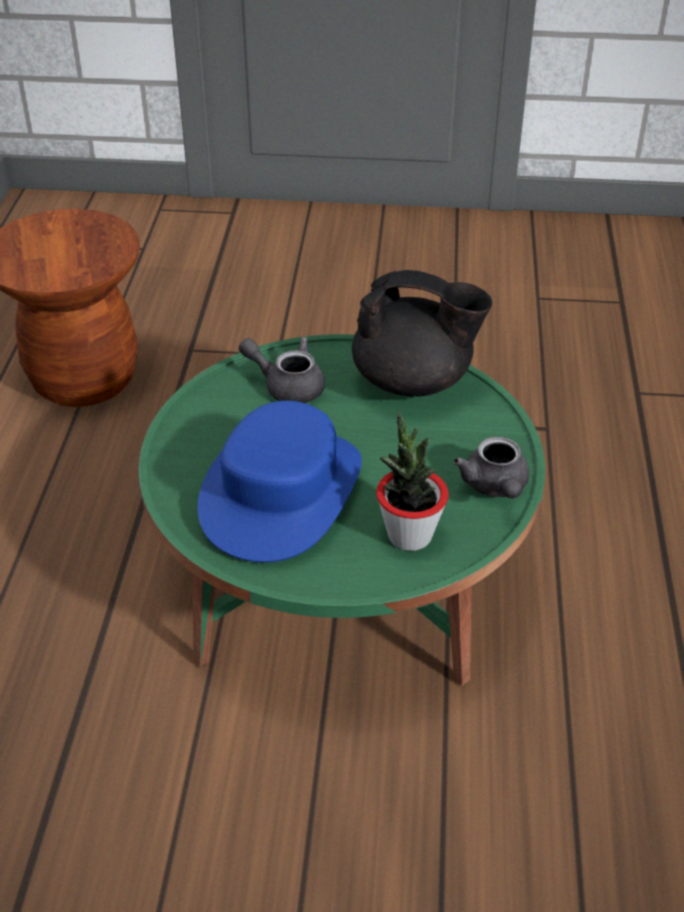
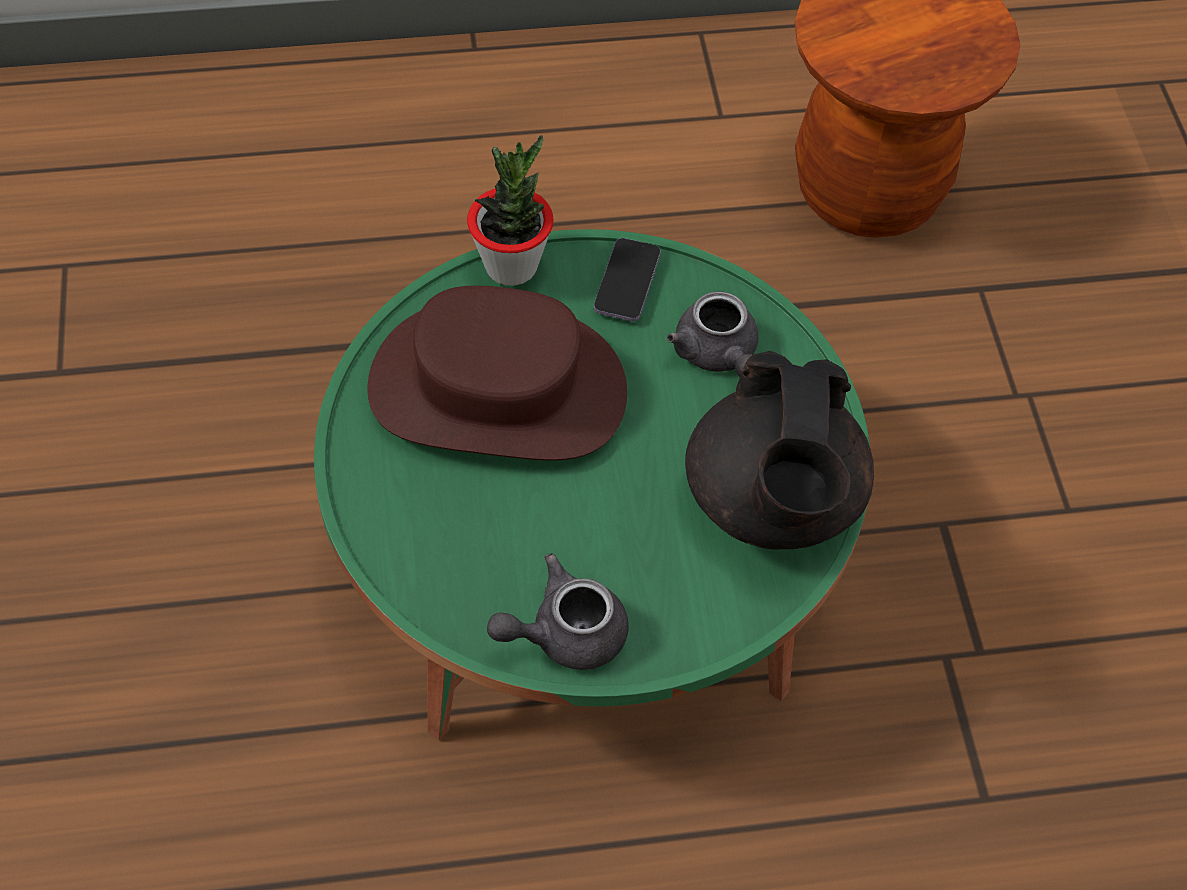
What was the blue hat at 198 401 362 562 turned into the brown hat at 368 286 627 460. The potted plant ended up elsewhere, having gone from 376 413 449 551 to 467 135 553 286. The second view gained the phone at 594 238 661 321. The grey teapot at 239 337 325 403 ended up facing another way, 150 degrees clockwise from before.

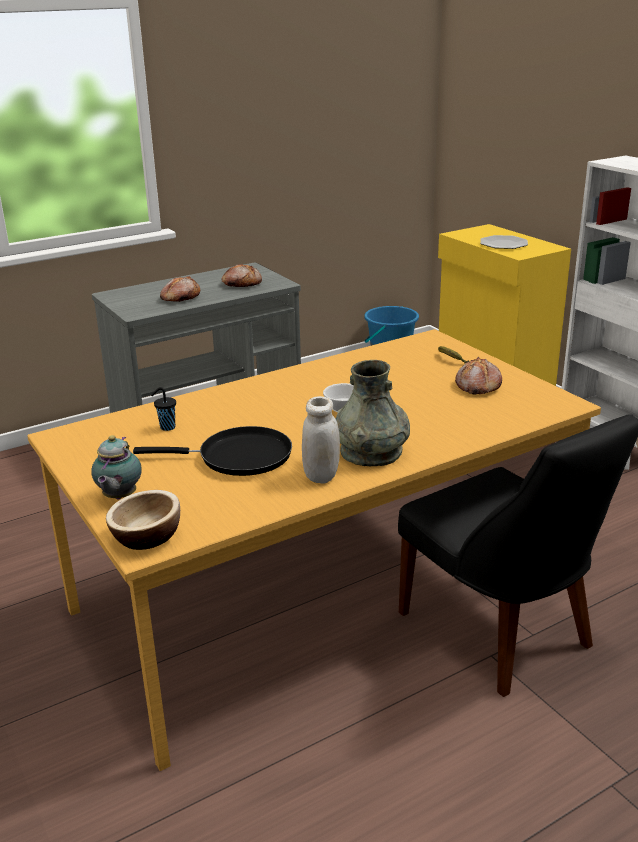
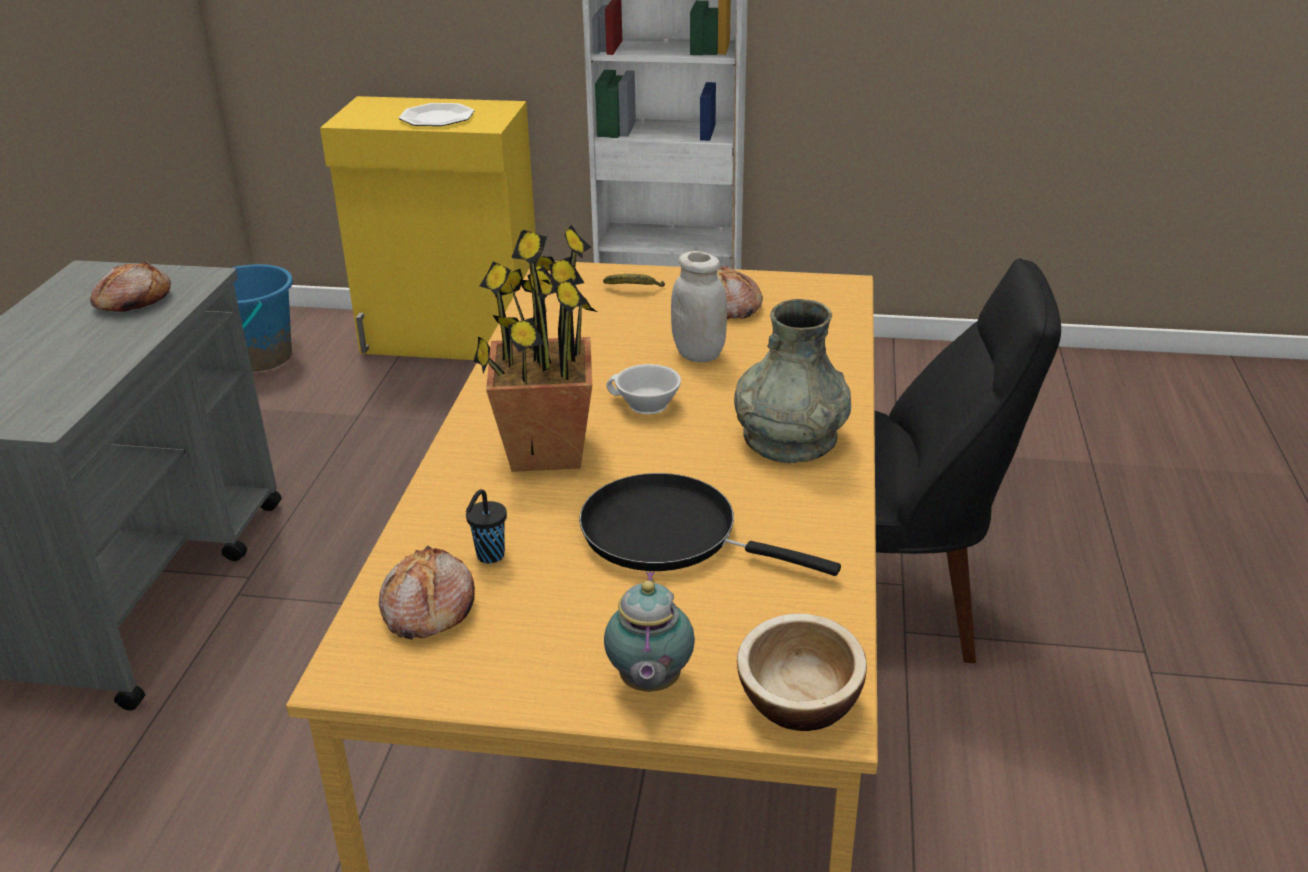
The bread ended up elsewhere, having gone from 160 276 200 302 to 379 545 475 640. The second view gained the potted plant at 473 225 597 472. The black frying pan at 133 426 292 476 ended up facing another way, 105 degrees counterclockwise from before. The teapot at 91 435 142 500 ended up facing another way, 45 degrees clockwise from before. The white jar ended up elsewhere, having gone from 302 396 340 483 to 671 251 727 362.

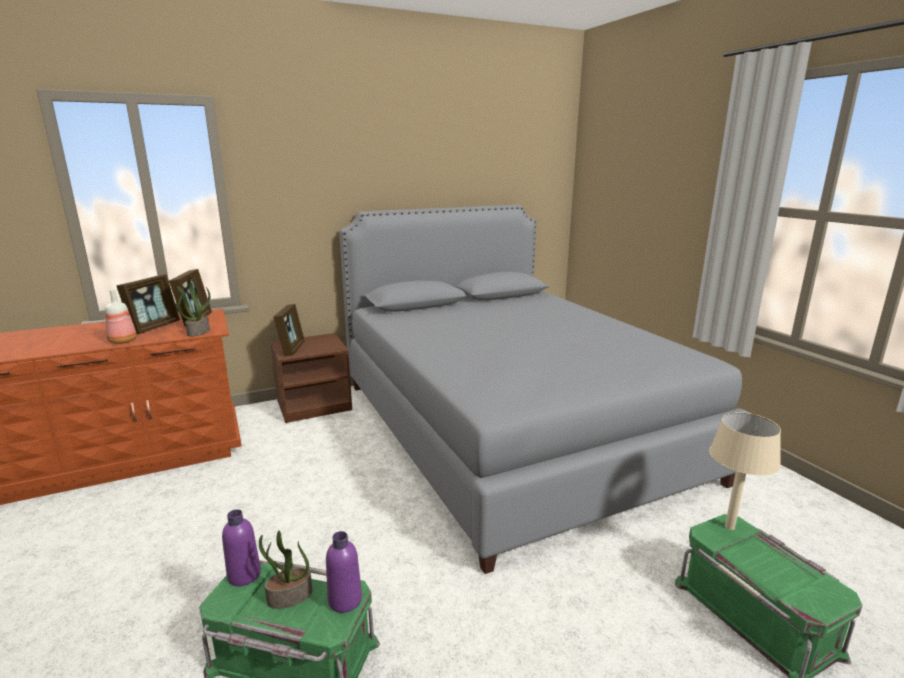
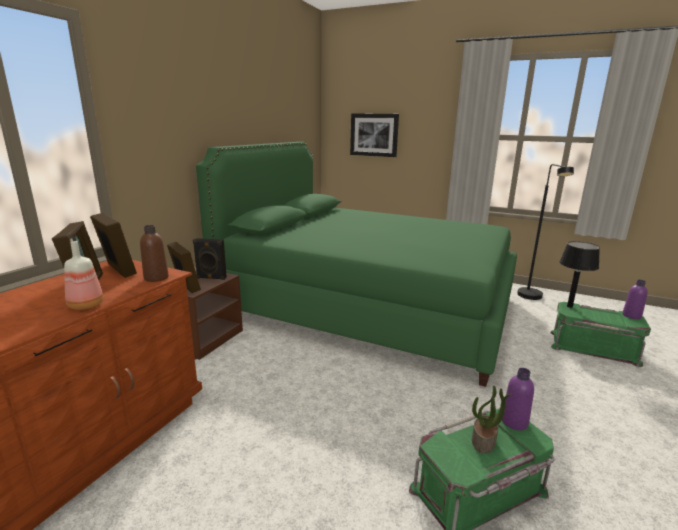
Where the potted plant stood at 177 282 210 337, the brown bottle came to stand at 140 225 169 282. The second view gained the black speaker at 193 238 227 280. What was the grey bed at 339 205 752 574 turned into the green bed at 196 142 517 387. The second view gained the picture at 350 113 399 157. The second view gained the black floor lamp at 517 164 574 300. What was the beige table lamp at 709 412 781 530 turned into the black table lamp at 560 241 600 308. The purple bottle ended up elsewhere, having gone from 222 509 261 586 to 623 280 648 319.

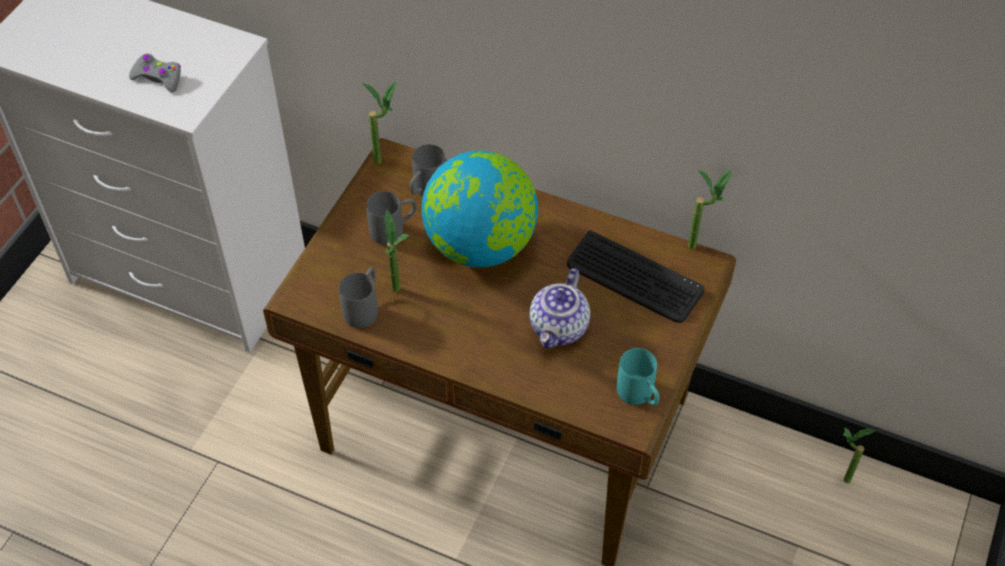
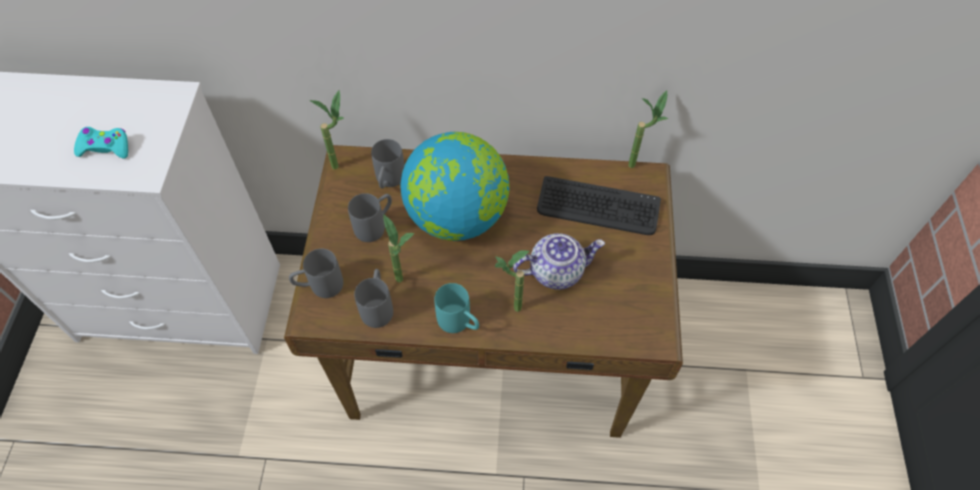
What was the grey game controller at 129 54 181 93 turned into the turquoise game controller at 74 127 128 159. The second view gained the grey mug at 289 249 343 298. The turquoise mug ended up elsewhere, having gone from 617 348 659 405 to 434 283 479 333. The potted plant ended up elsewhere, having gone from 843 427 875 483 to 495 250 529 312. The teapot at 530 268 590 348 ended up facing another way, 105 degrees counterclockwise from before.

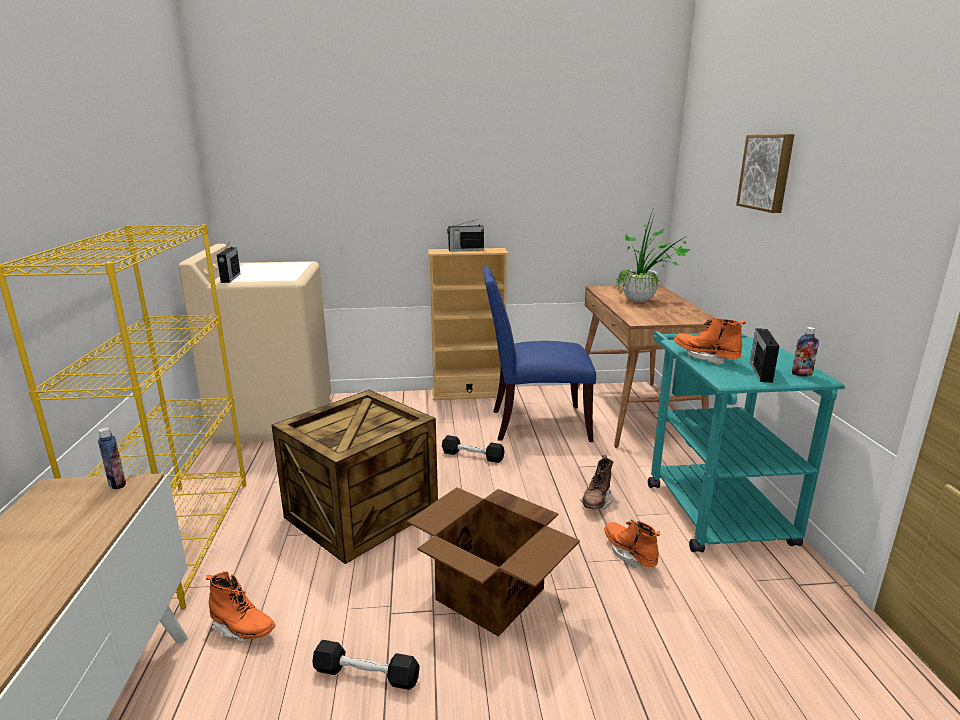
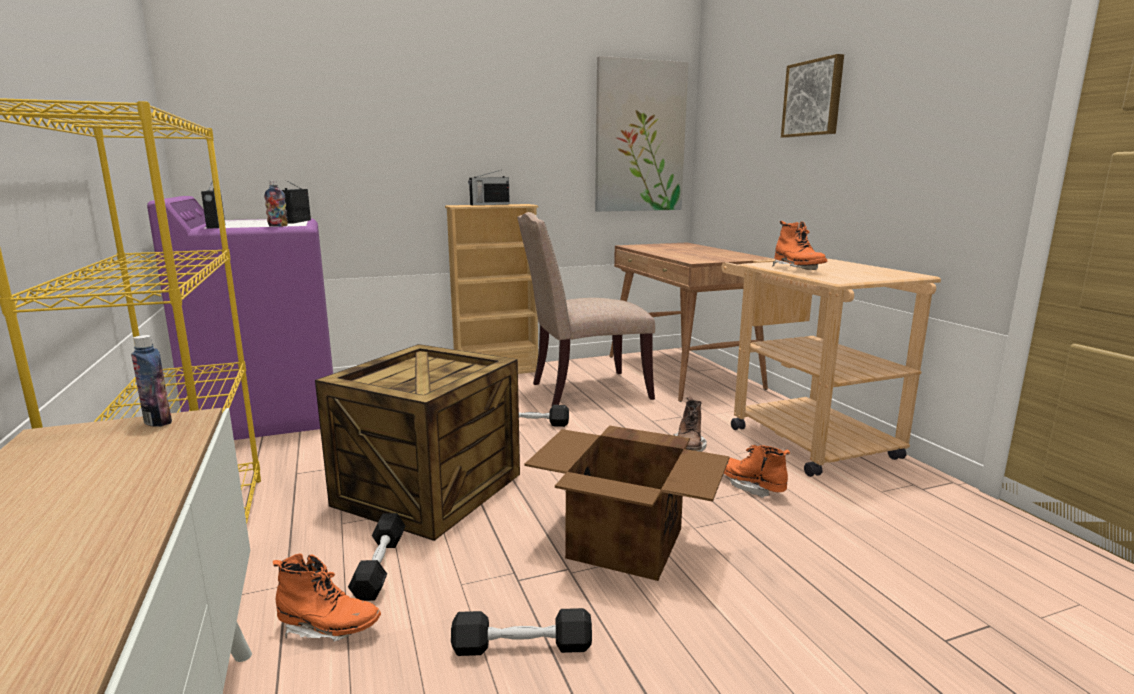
What was the beige washing machine at 179 244 331 444 turned into the purple washing machine at 147 196 333 440. The bottle ended up elsewhere, having gone from 792 327 819 377 to 264 180 288 227. The radio ended up elsewhere, having gone from 750 328 779 383 to 282 180 311 223. The second view gained the black dumbbell at 348 513 406 601. What was the blue chair at 482 266 596 442 turned into the beige chair at 517 212 655 406. The second view gained the picture at 595 56 688 212. What was the turquoise cart at 648 332 845 553 turned into the beige cart at 721 259 941 477. The orange boot at 674 318 746 365 ended up facing another way, 135 degrees counterclockwise from before. The second view lost the potted plant at 616 207 691 302.

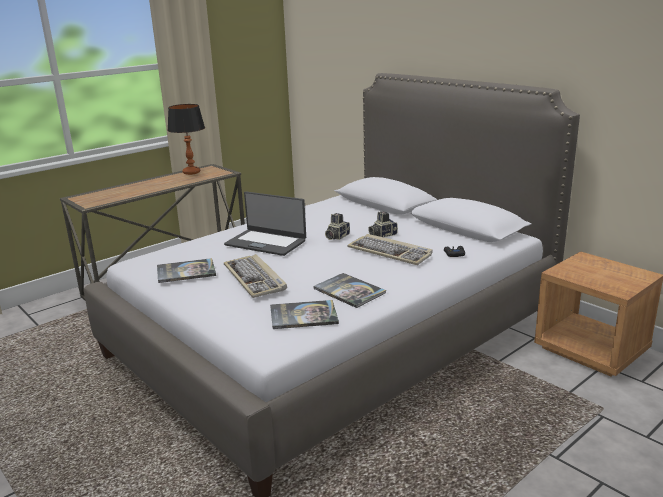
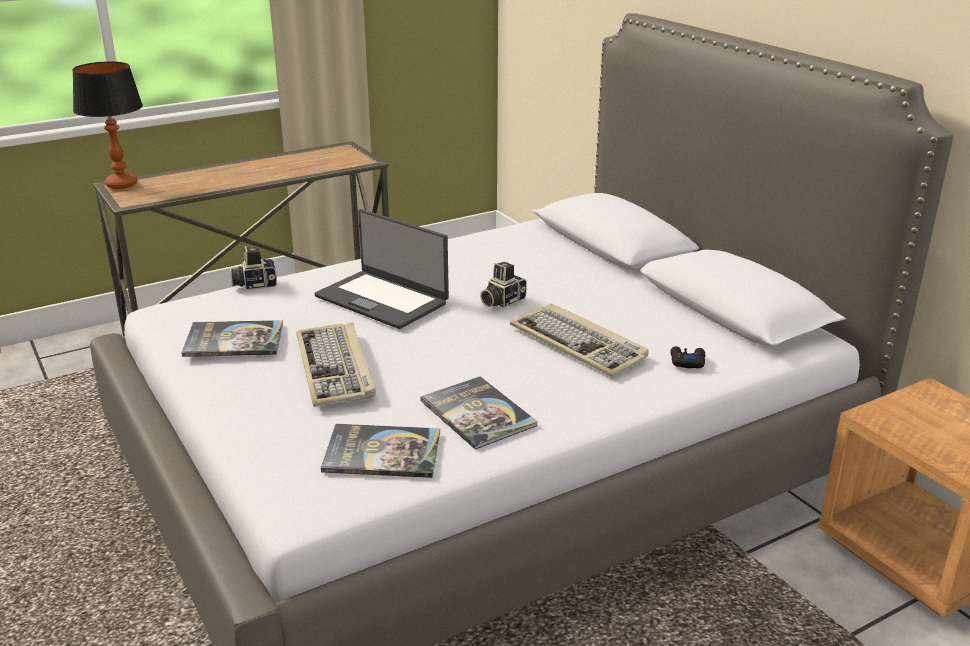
The table lamp ended up elsewhere, having gone from 167 104 205 175 to 72 62 143 189. The photo camera ended up elsewhere, having gone from 368 211 398 237 to 230 246 277 290.

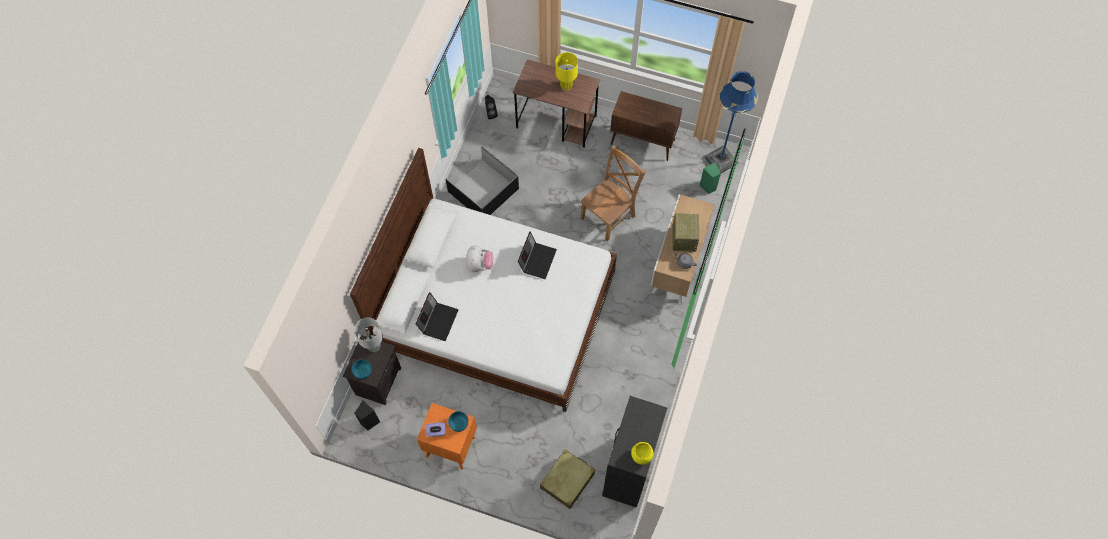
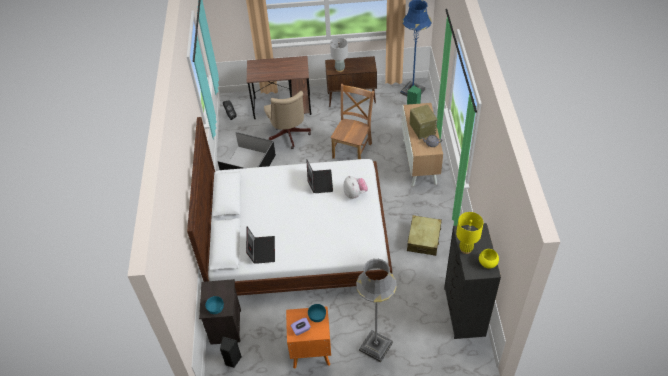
The second view gained the beige office chair at 264 91 311 149. The grey table lamp ended up elsewhere, having gone from 354 317 383 352 to 330 38 348 72. The plush toy ended up elsewhere, having gone from 466 246 493 272 to 344 176 368 199. The second view gained the grey floor lamp at 356 259 397 362. The beige suitcase ended up elsewhere, having gone from 540 449 595 509 to 407 215 442 256. The yellow table lamp ended up elsewhere, having gone from 555 52 578 91 to 456 212 484 254.

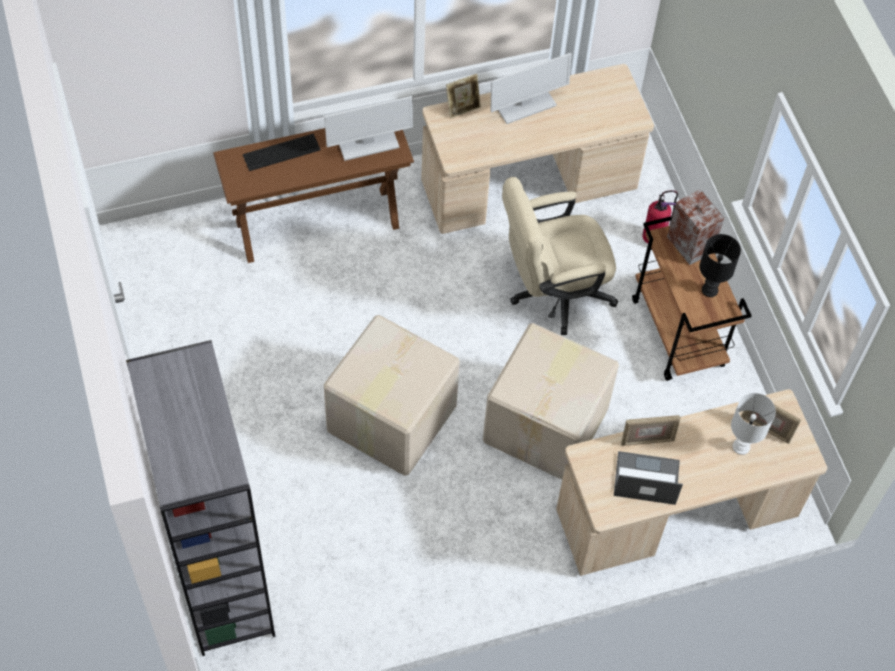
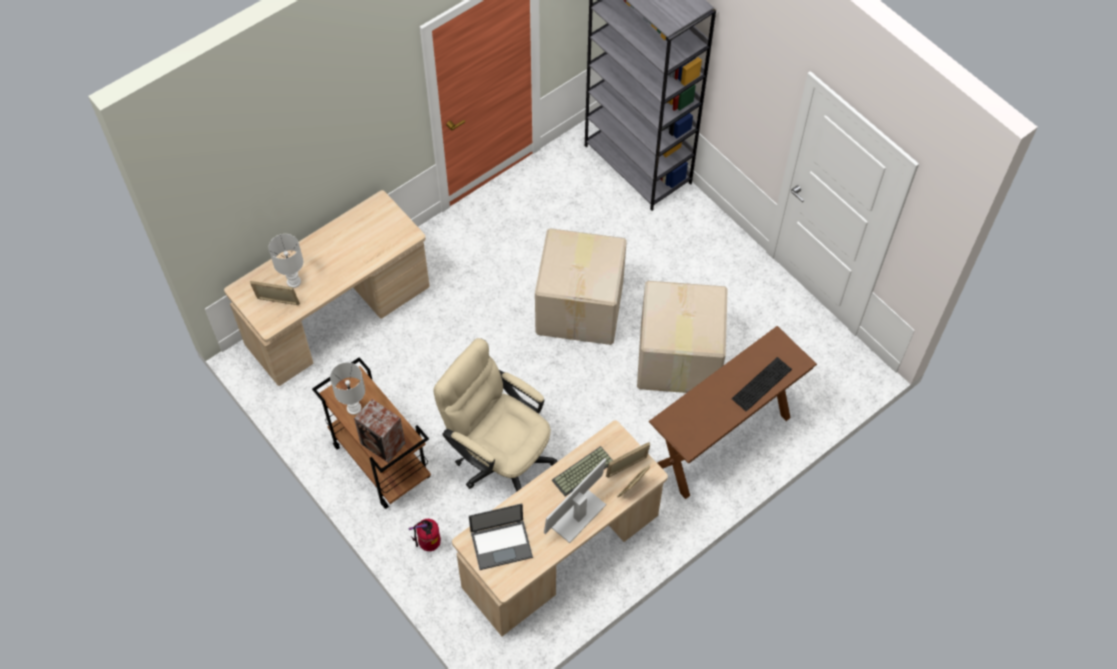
What was the black table lamp at 700 234 741 297 turned into the white table lamp at 330 362 365 415. The beige office chair at 502 177 618 335 ended up facing another way, 105 degrees counterclockwise from before. The laptop ended up elsewhere, having gone from 614 451 683 505 to 469 504 533 570. The second view gained the keyboard at 552 446 613 496. The picture frame ended up elsewhere, having gone from 621 415 681 446 to 606 442 650 478. The cardboard box ended up elsewhere, having gone from 483 323 619 480 to 637 281 728 393. The second view lost the monitor at 324 96 413 161.

